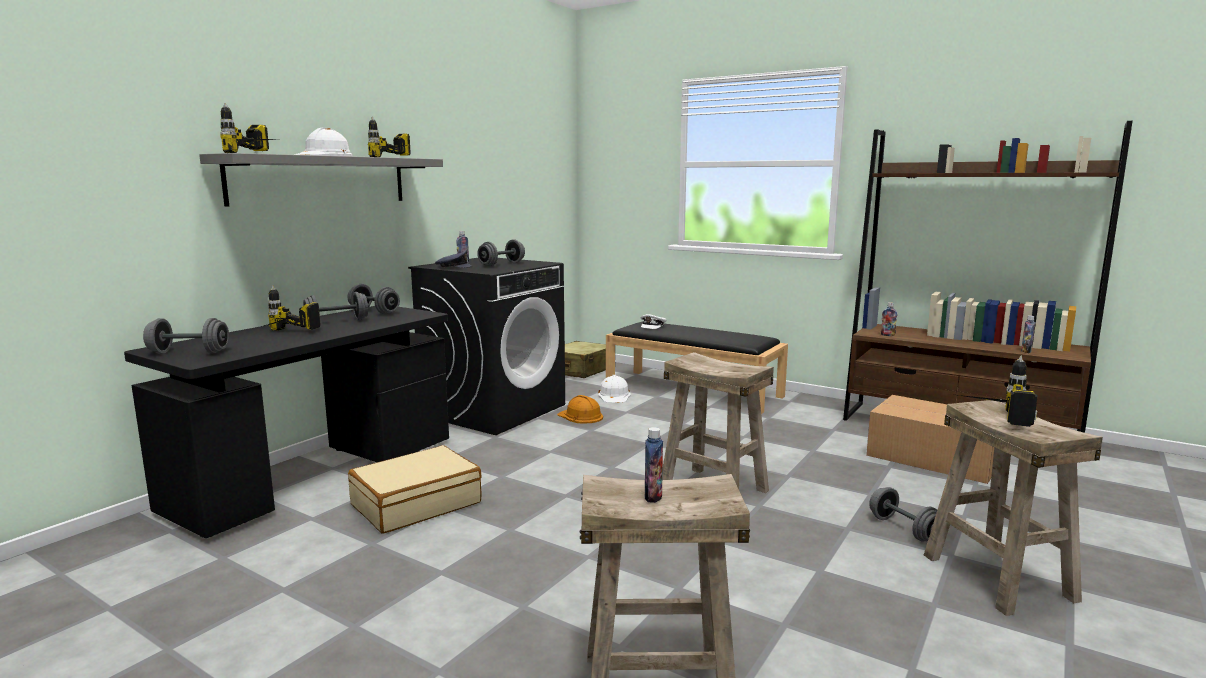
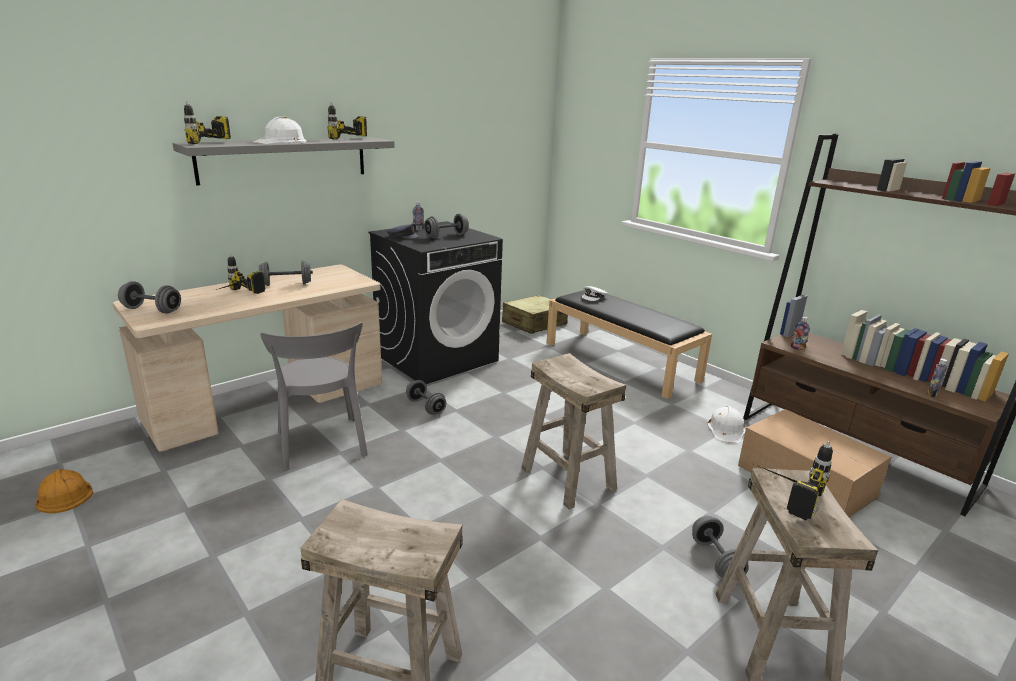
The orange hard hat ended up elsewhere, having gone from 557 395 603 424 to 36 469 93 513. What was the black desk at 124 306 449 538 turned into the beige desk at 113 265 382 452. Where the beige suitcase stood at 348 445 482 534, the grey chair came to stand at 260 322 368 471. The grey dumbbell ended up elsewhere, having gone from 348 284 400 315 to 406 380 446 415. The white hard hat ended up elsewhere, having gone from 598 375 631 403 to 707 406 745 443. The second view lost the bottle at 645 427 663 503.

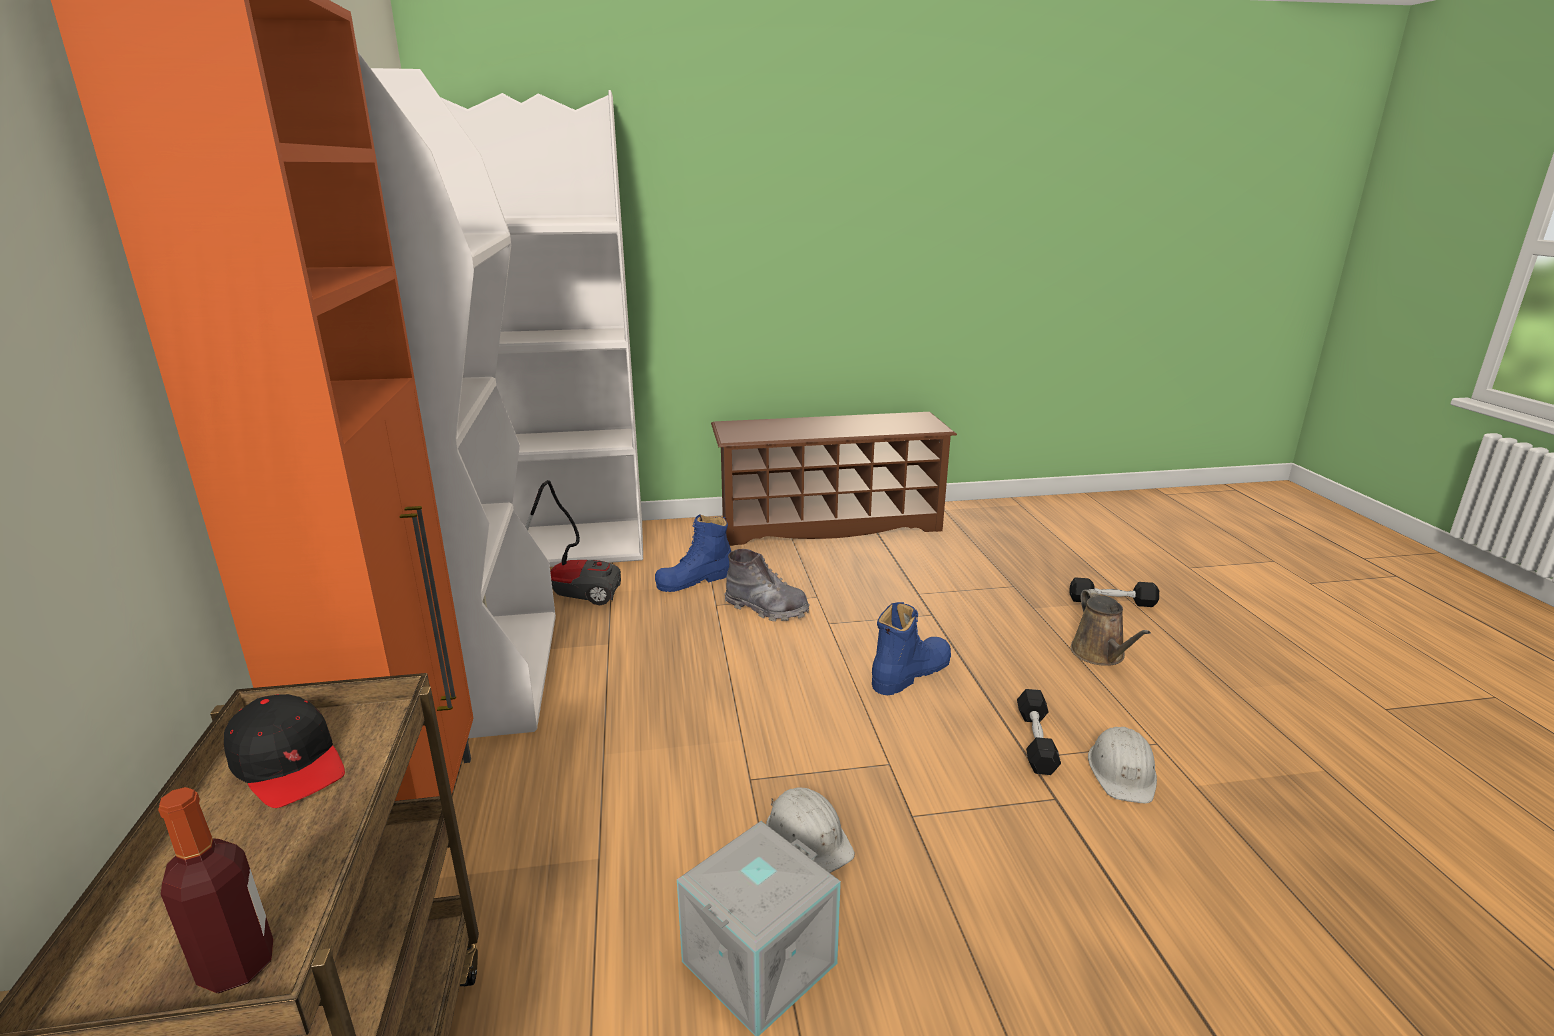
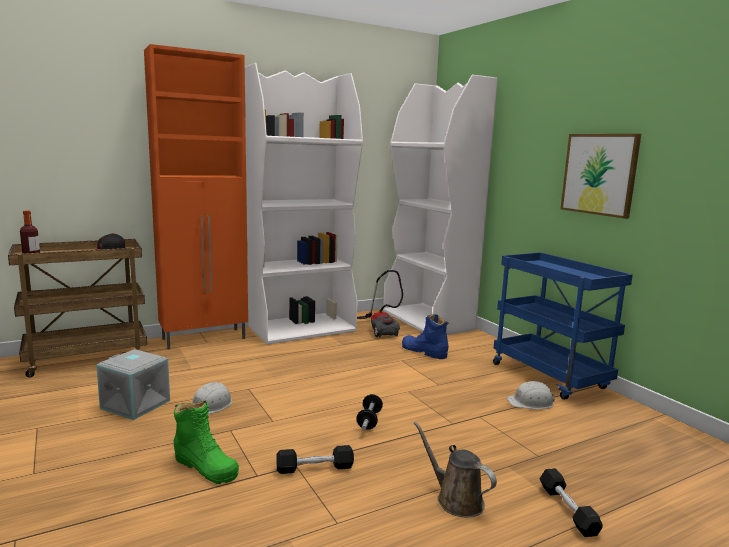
The second view gained the green boot at 174 401 239 484. Where the blue boot stood at 872 602 951 695, the dumbbell came to stand at 356 394 383 430. The brown watering can at 1071 589 1151 666 ended up facing another way, 75 degrees clockwise from before. Where the brown shoe rack stood at 711 412 957 546, the blue cart came to stand at 493 252 633 400. The white hard hat ended up elsewhere, having gone from 1088 727 1157 803 to 506 381 555 409. The second view gained the picture at 560 134 641 219. The second view lost the grey boot at 724 549 809 621.

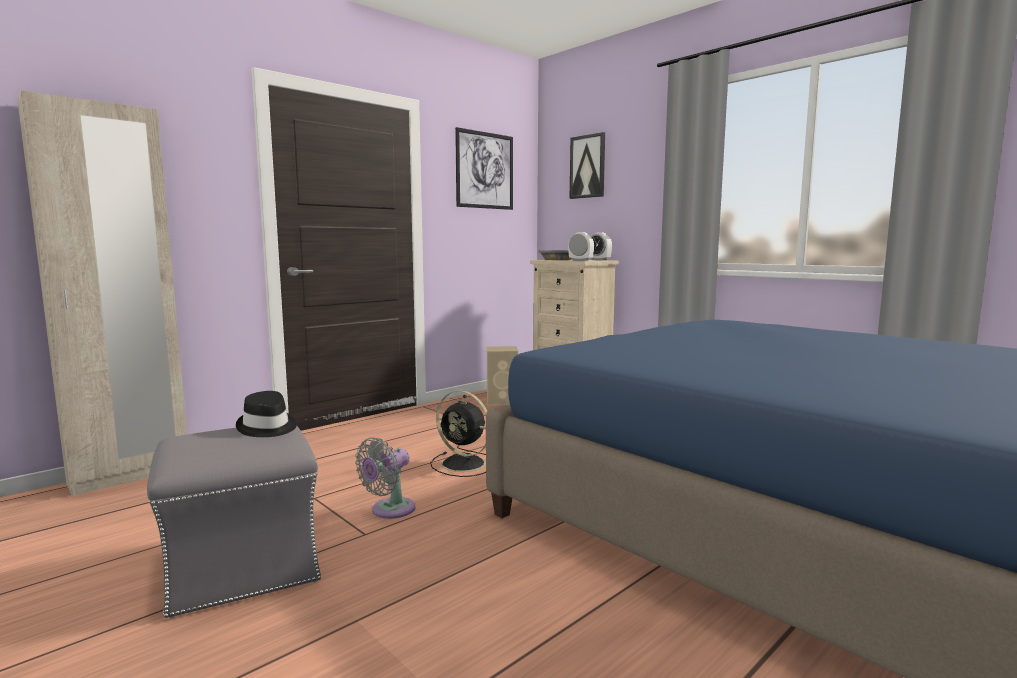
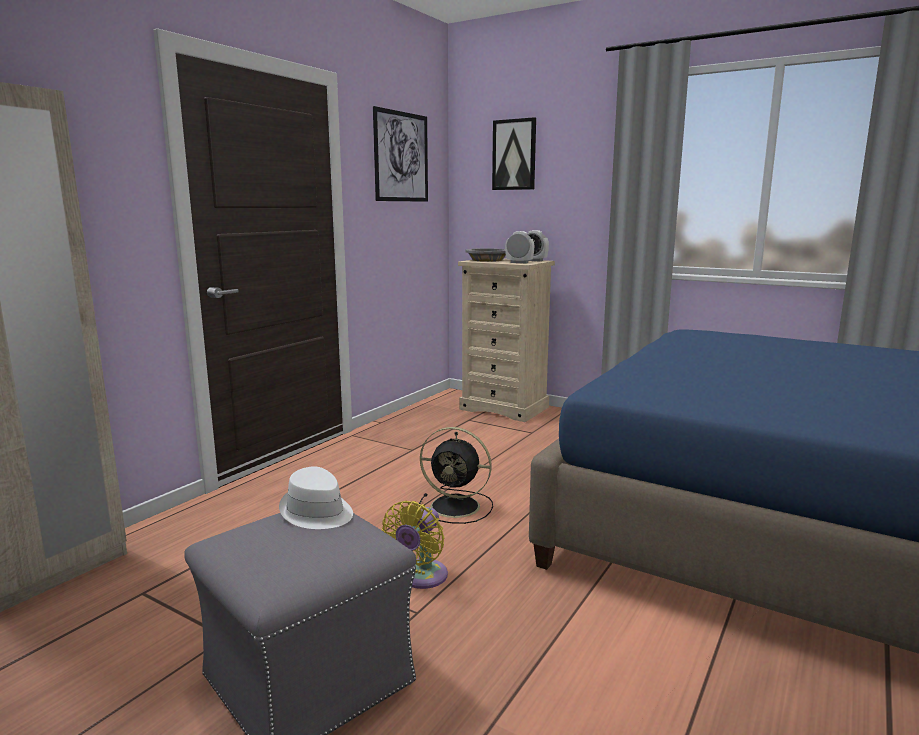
What was the black hat at 236 391 297 437 turned into the white hat at 279 466 353 529. What was the grey fan at 355 437 415 519 turned into the yellow fan at 382 501 448 589. The second view lost the beige speaker at 487 346 518 405.

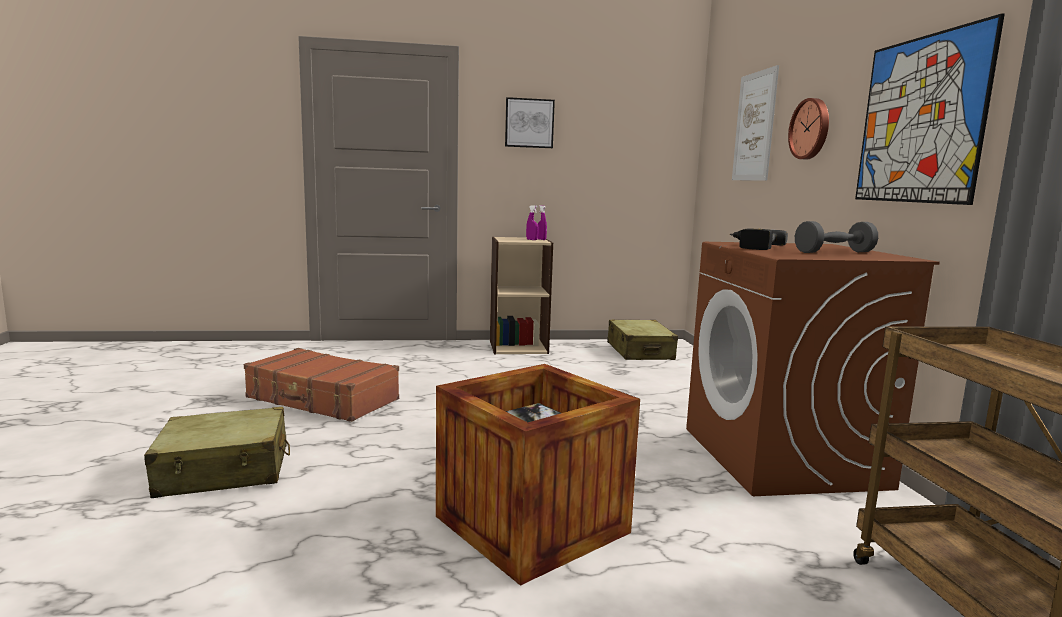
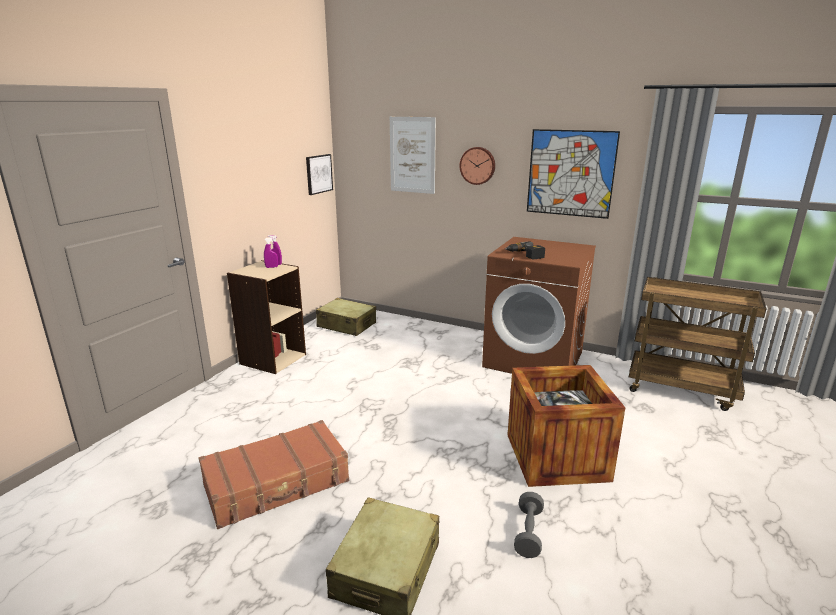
The picture ended up elsewhere, having gone from 505 97 555 148 to 306 154 333 195. The grey dumbbell ended up elsewhere, having gone from 795 221 878 253 to 514 492 544 558.

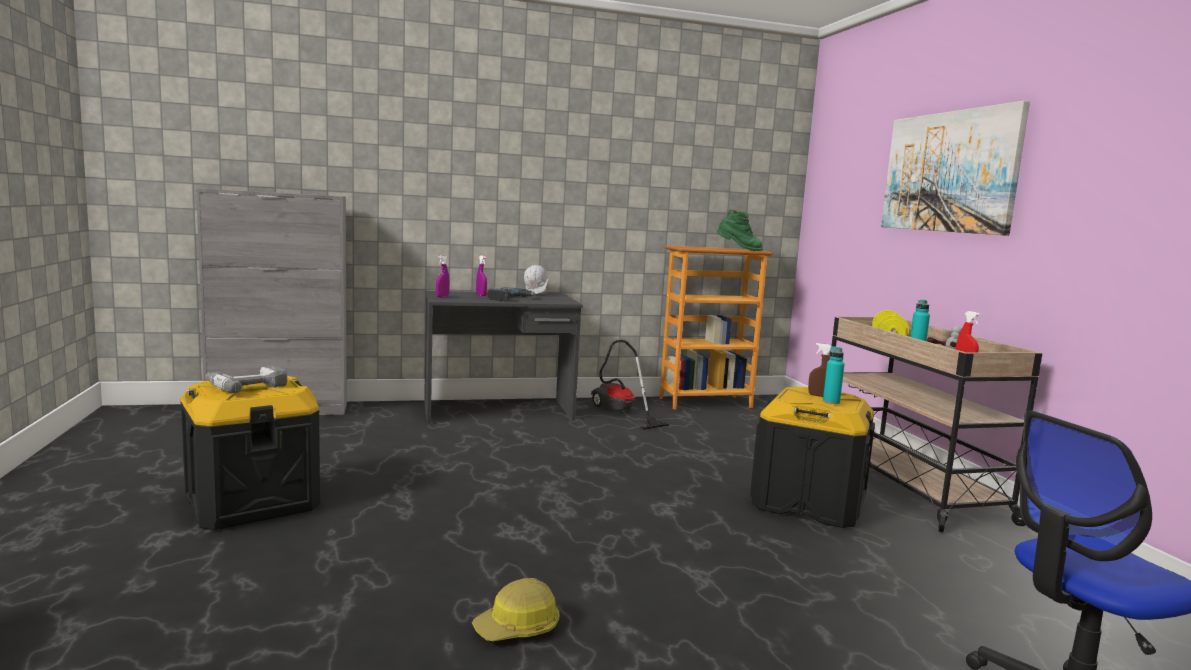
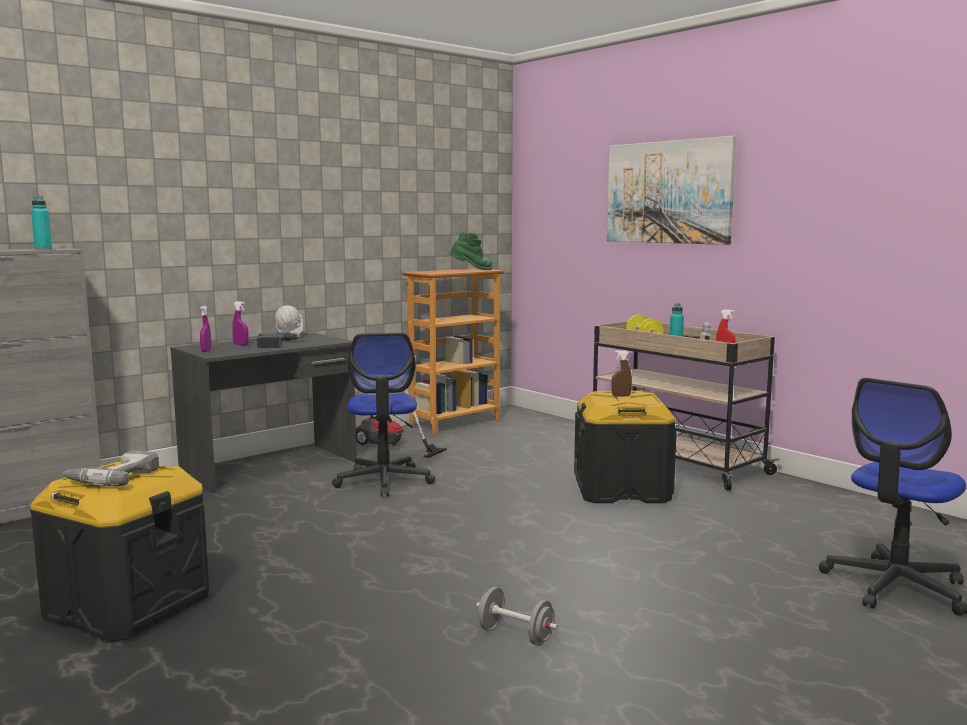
The turquoise bottle ended up elsewhere, having gone from 823 346 845 404 to 31 196 52 249. The second view gained the office chair at 332 333 435 497. Where the hard hat stood at 472 578 560 641, the grey dumbbell came to stand at 476 587 558 646.

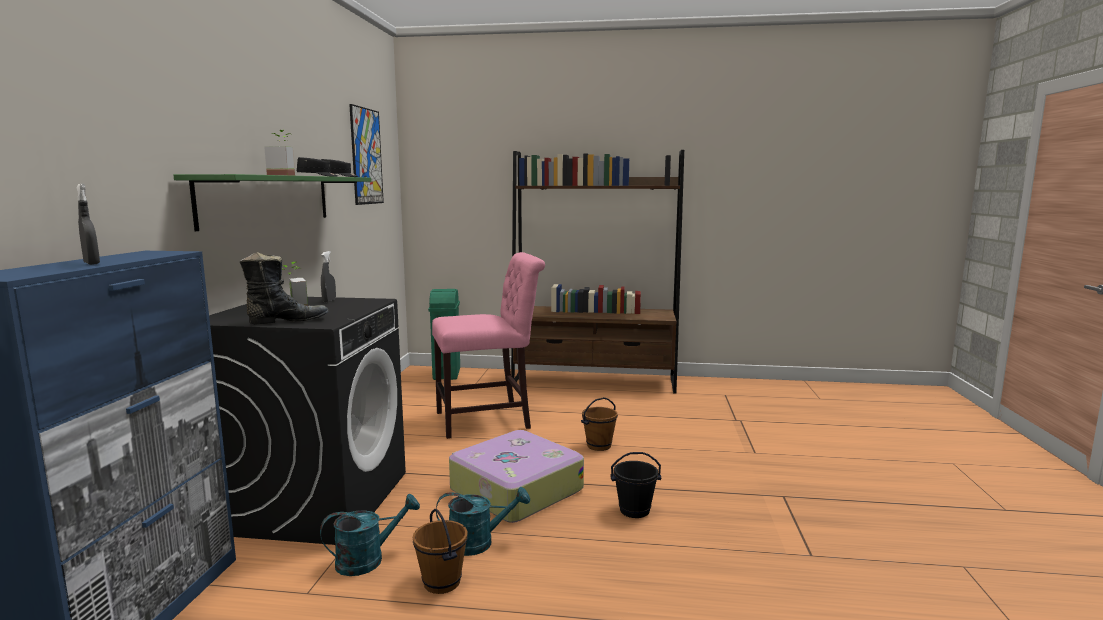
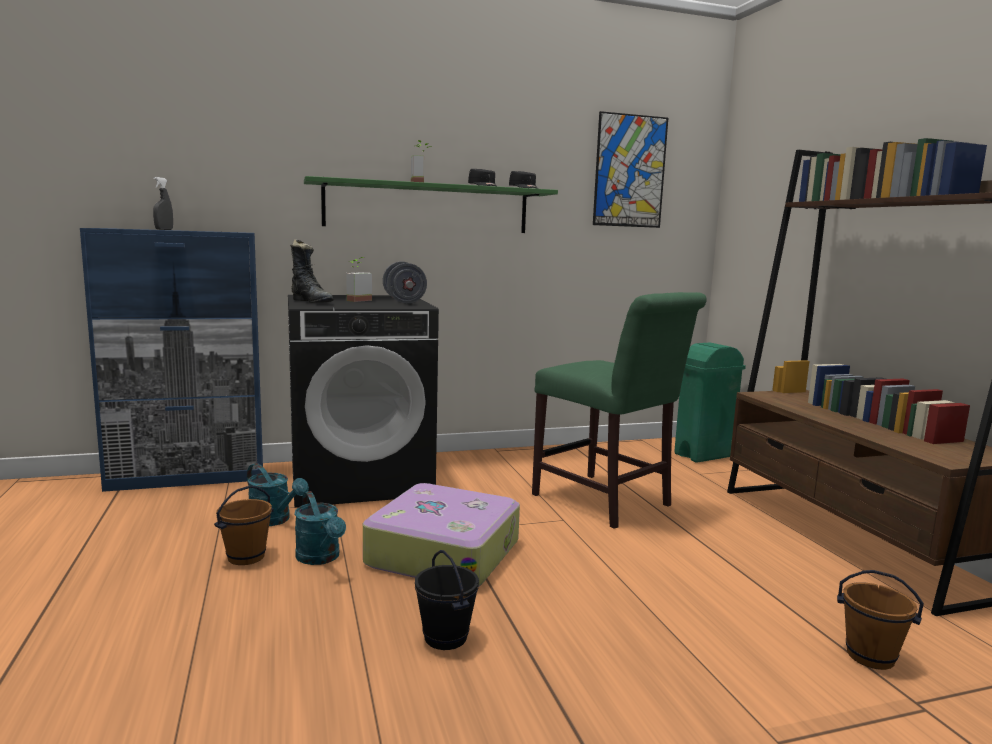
Where the grey spray bottle stood at 321 251 336 302, the grey dumbbell came to stand at 383 262 427 303. What was the pink chair at 432 252 545 439 turned into the green chair at 532 292 707 529. The brown bucket ended up elsewhere, having gone from 581 397 618 451 to 837 570 924 670.

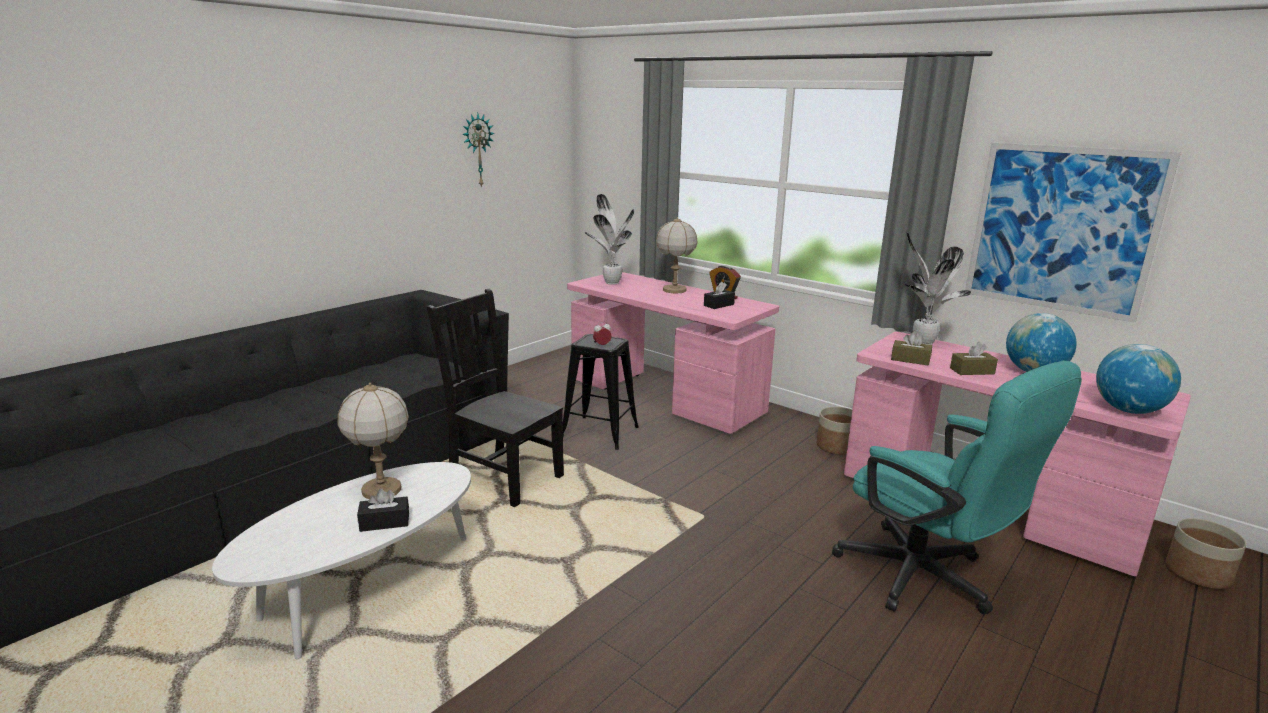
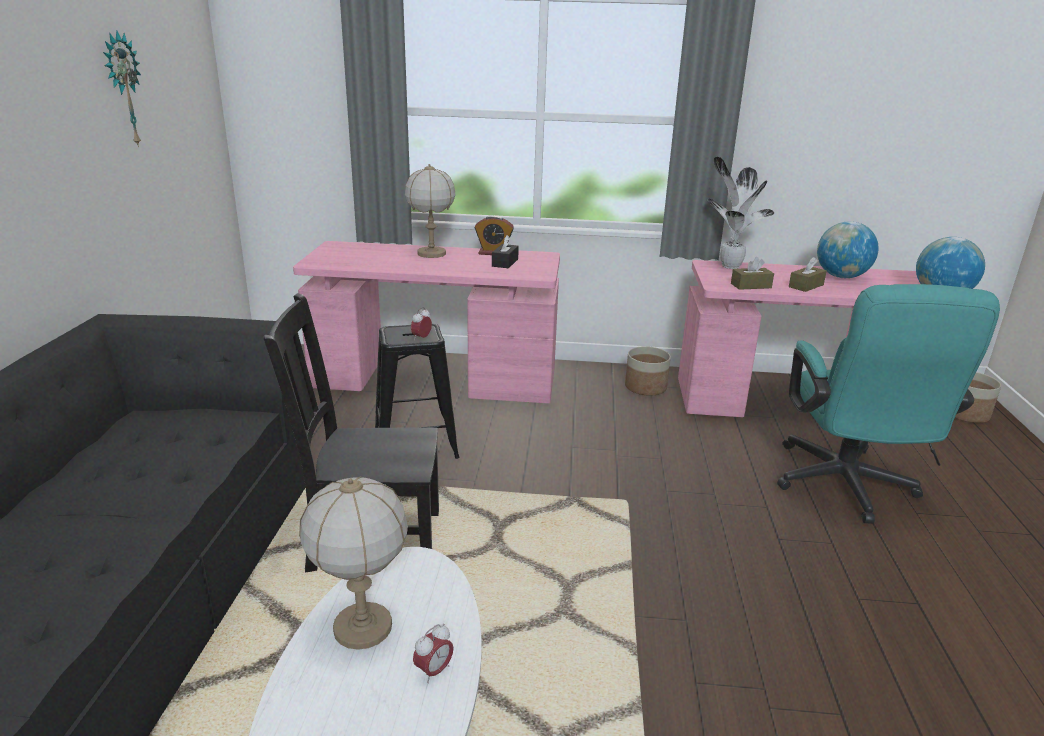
Where the black tissue box stood at 357 489 409 532, the alarm clock came to stand at 413 624 454 683. The turquoise office chair at 832 361 1082 614 ended up facing another way, 75 degrees clockwise from before. The second view lost the potted plant at 585 194 634 285. The second view lost the picture at 965 143 1181 323.

